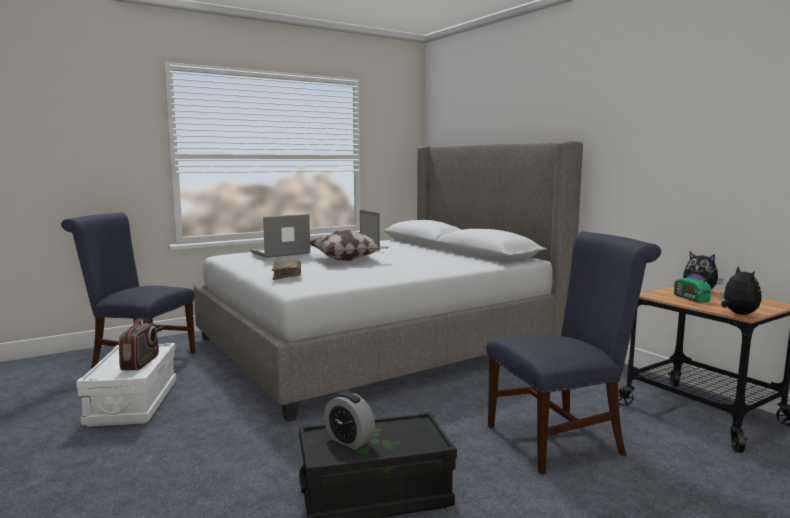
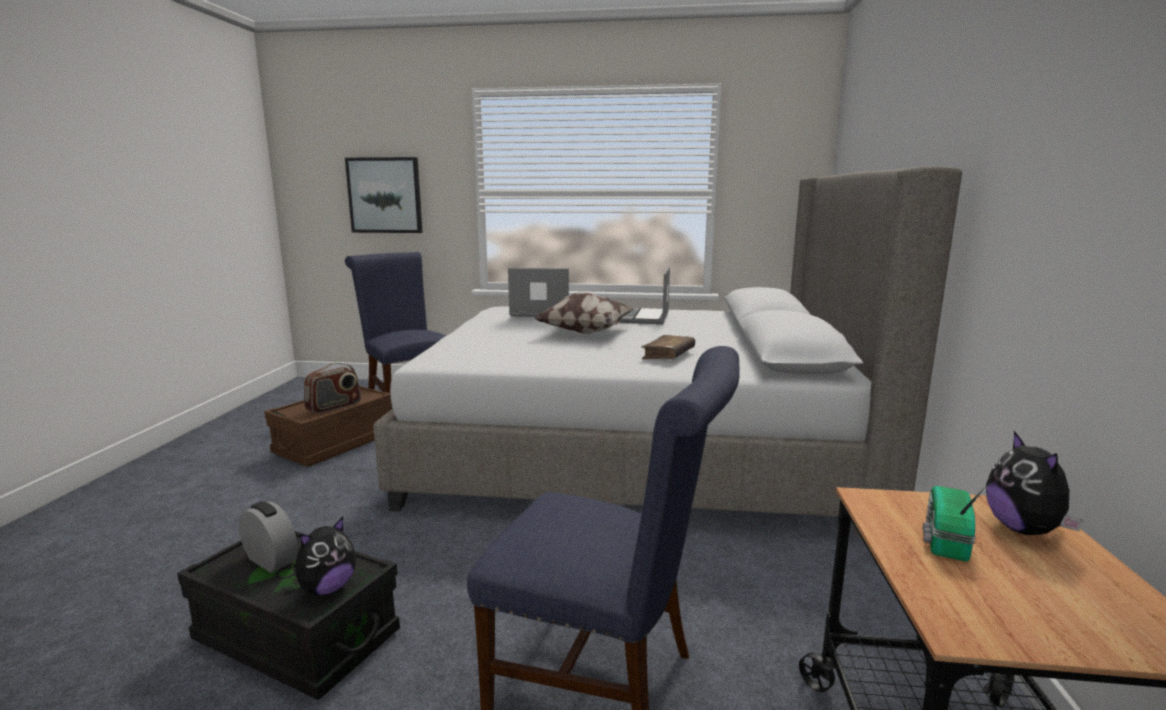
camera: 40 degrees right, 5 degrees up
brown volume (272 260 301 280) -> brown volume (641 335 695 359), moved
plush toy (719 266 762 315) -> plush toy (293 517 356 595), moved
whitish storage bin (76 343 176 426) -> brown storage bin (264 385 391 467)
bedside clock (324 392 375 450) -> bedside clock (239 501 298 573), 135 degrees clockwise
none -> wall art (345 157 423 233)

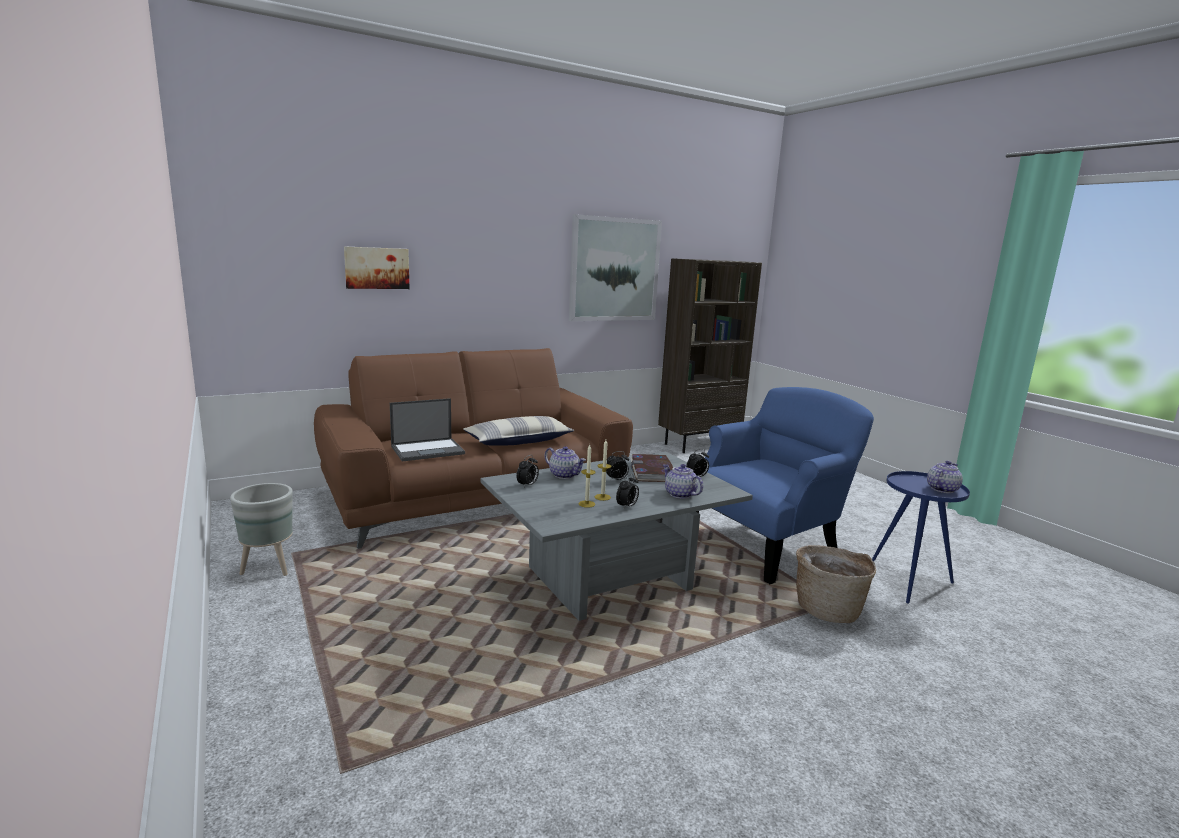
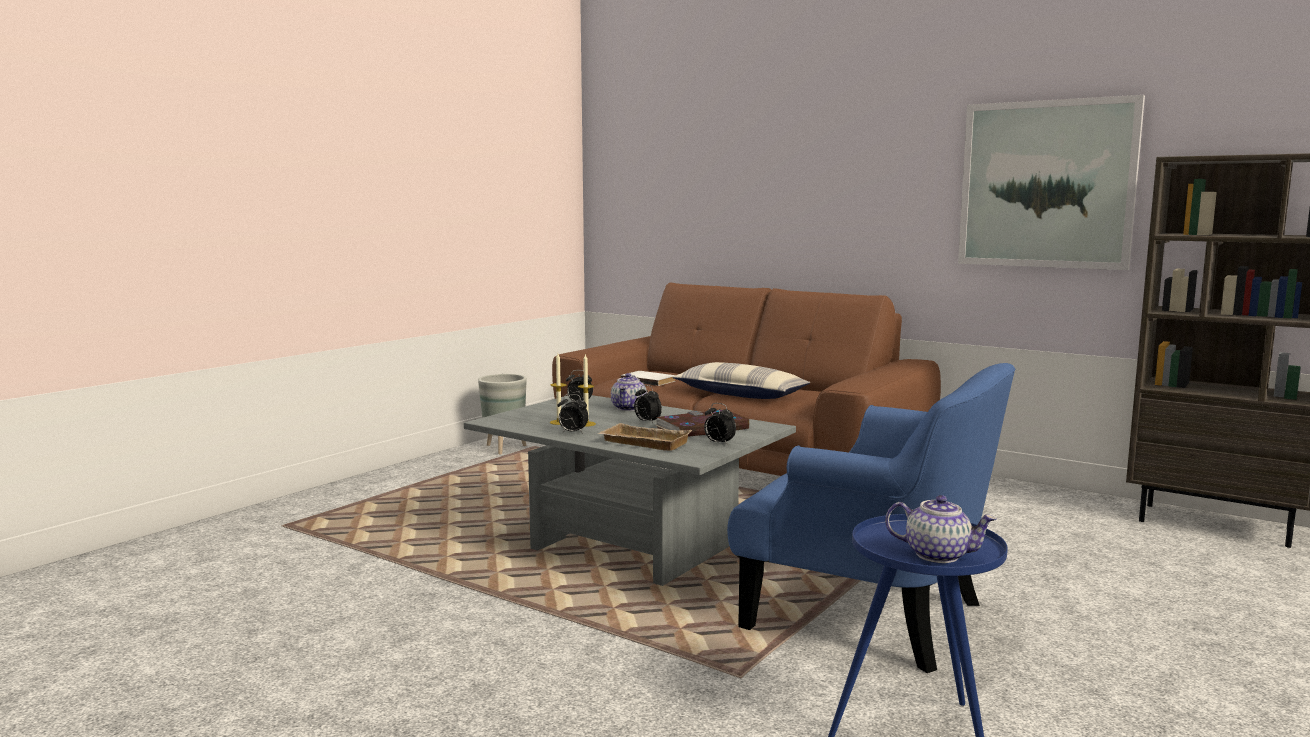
camera: 65 degrees right, 5 degrees down
wall art (344 246 410 289) -> none
notebook computer (390 398 465 462) -> whitish volume (620 371 675 386)
tea pot (663 464 703 499) -> beige tray (597 423 692 451)
basket (796 545 876 623) -> none

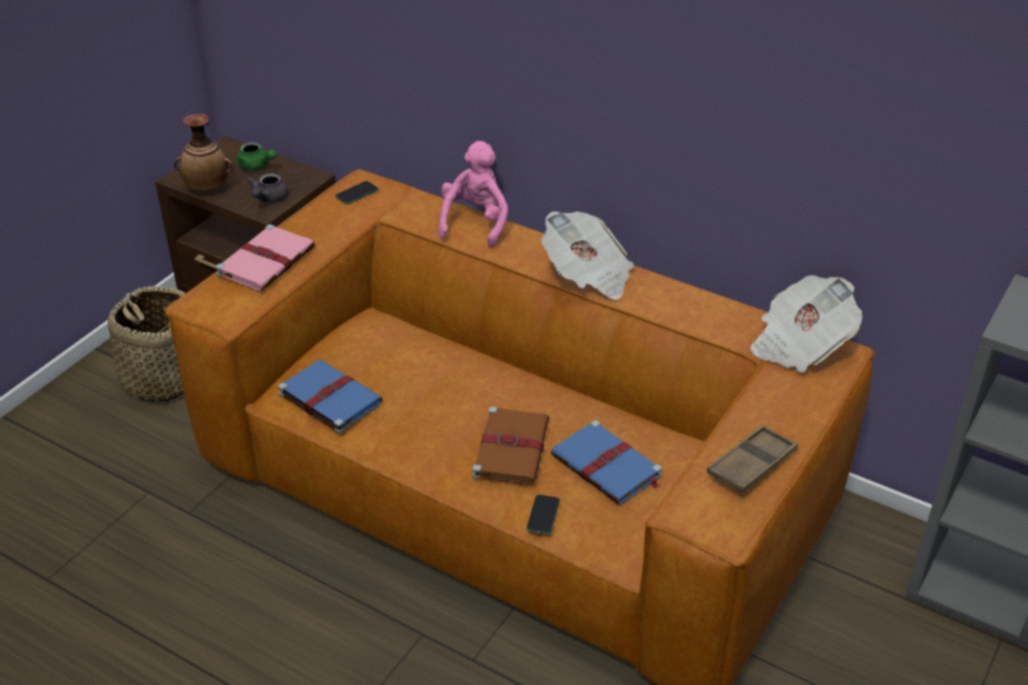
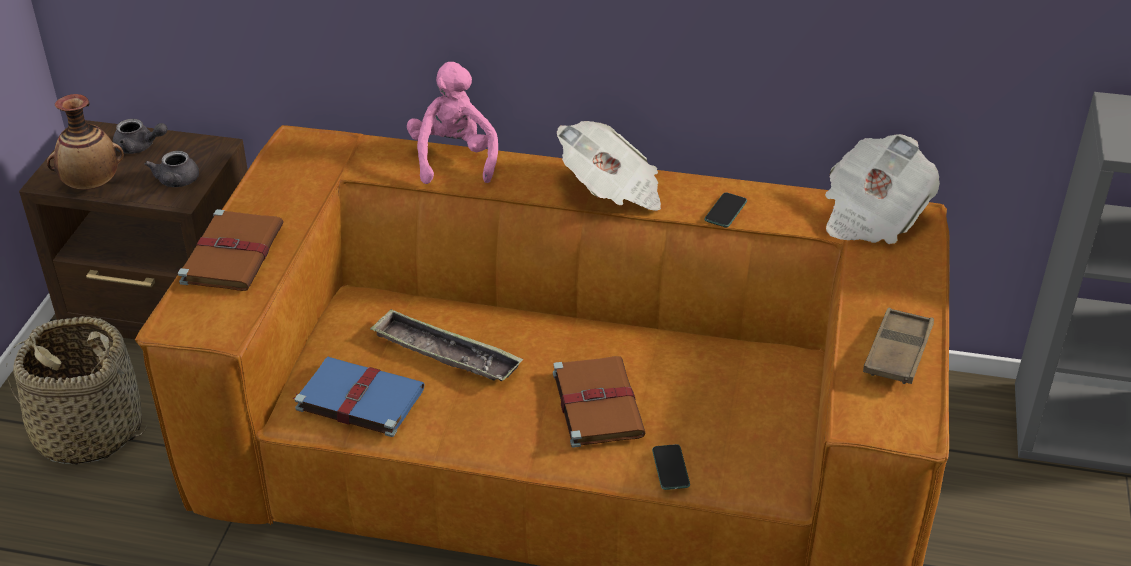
camera: 20 degrees left, 0 degrees up
green-coloured tea pot (236 142 276 170) -> greyish tea pot (113 119 168 154)
phone (335 181 378 204) -> phone (704 192 747 228), moved
pink volume (215 224 315 291) -> brown volume (178 209 284 291)
bluish volume (551 420 662 505) -> none
none -> tray (370 309 523 381)

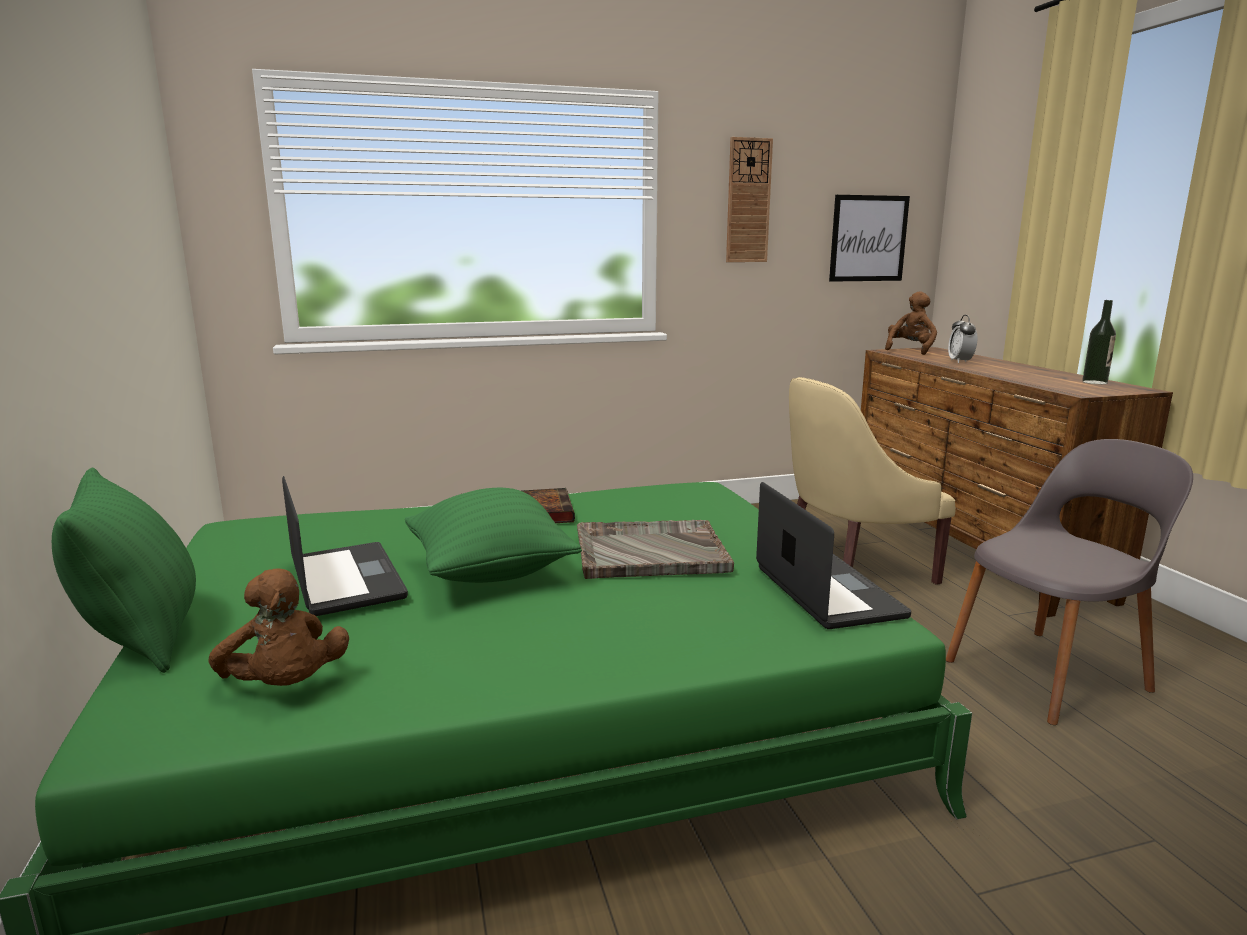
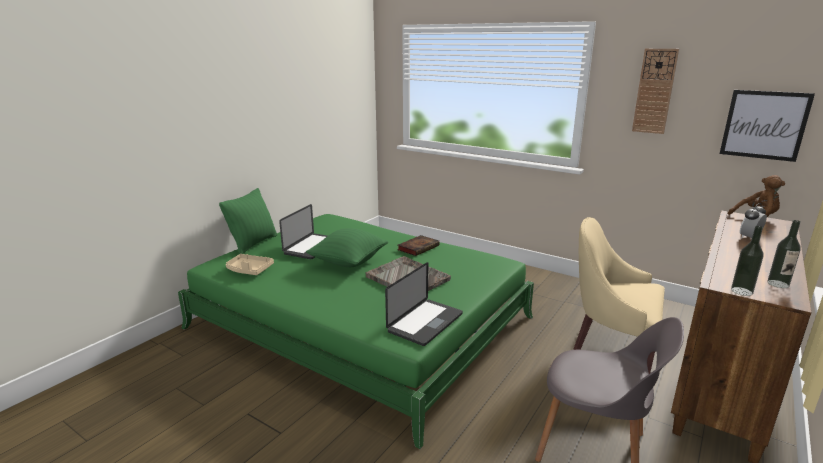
camera: 50 degrees right, 5 degrees up
brown plush toy (209 568 349 686) -> beige tray (226 254 274 275)
none -> drink bottle (731 226 763 296)

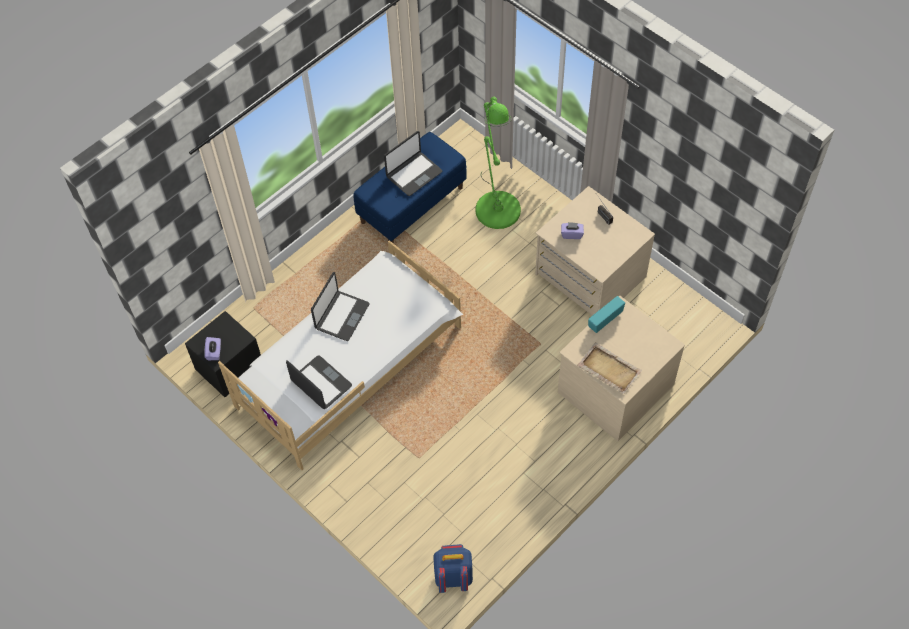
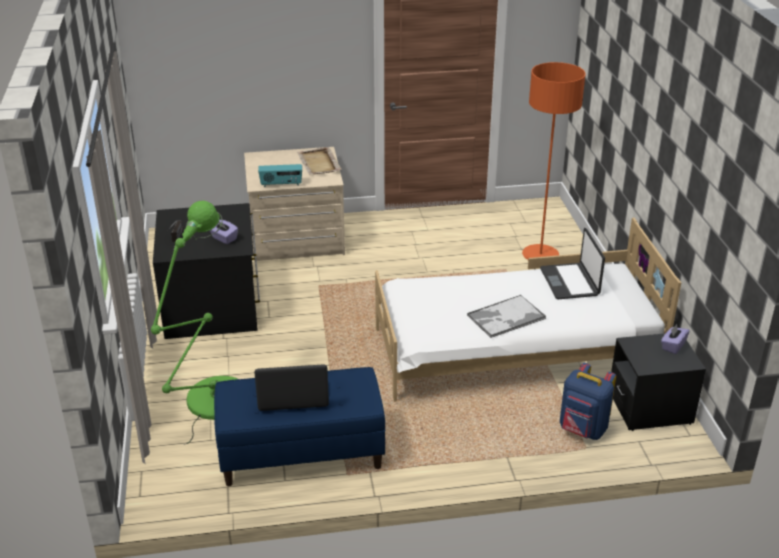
camera: 145 degrees left, 25 degrees down
beige dresser (535 186 655 315) -> black dresser (153 203 260 339)
notebook computer (311 272 369 341) -> tray (467 295 546 338)
bluish rucksack (433 544 473 593) -> bluish rucksack (560 363 616 440), moved
none -> orangey standard lamp (522 62 586 260)

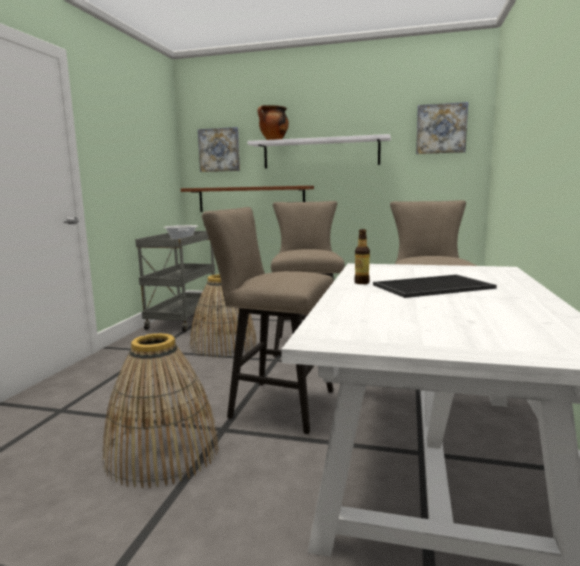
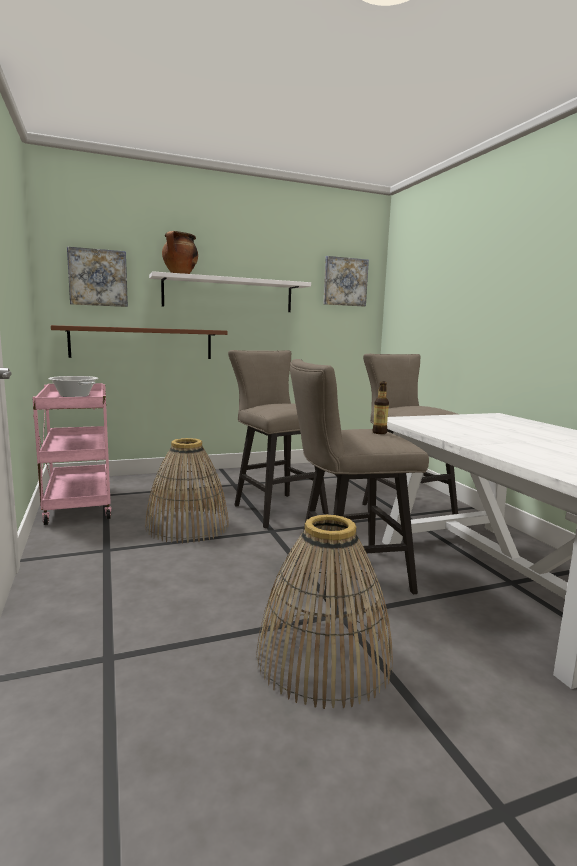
camera: 35 degrees left, 0 degrees up
drink bottle (354 229 370 284) -> drink bottle (372 382 389 434), moved
greyish cart (135 231 215 332) -> pink cart (32 383 112 525)
tray (373 274 497 298) -> none

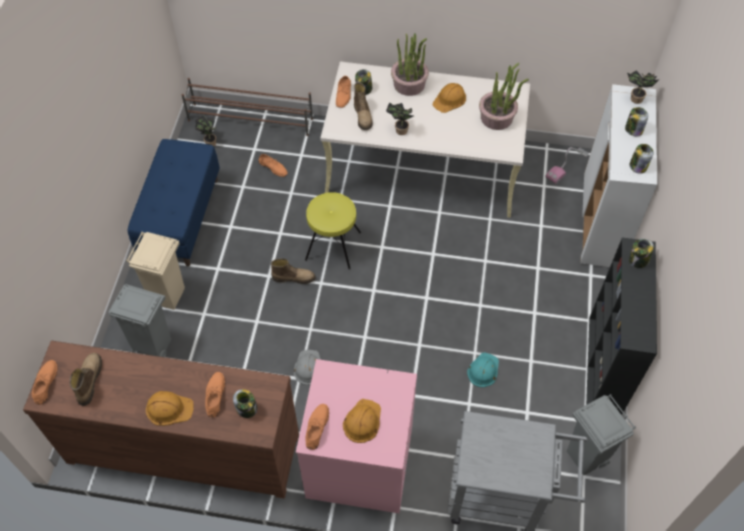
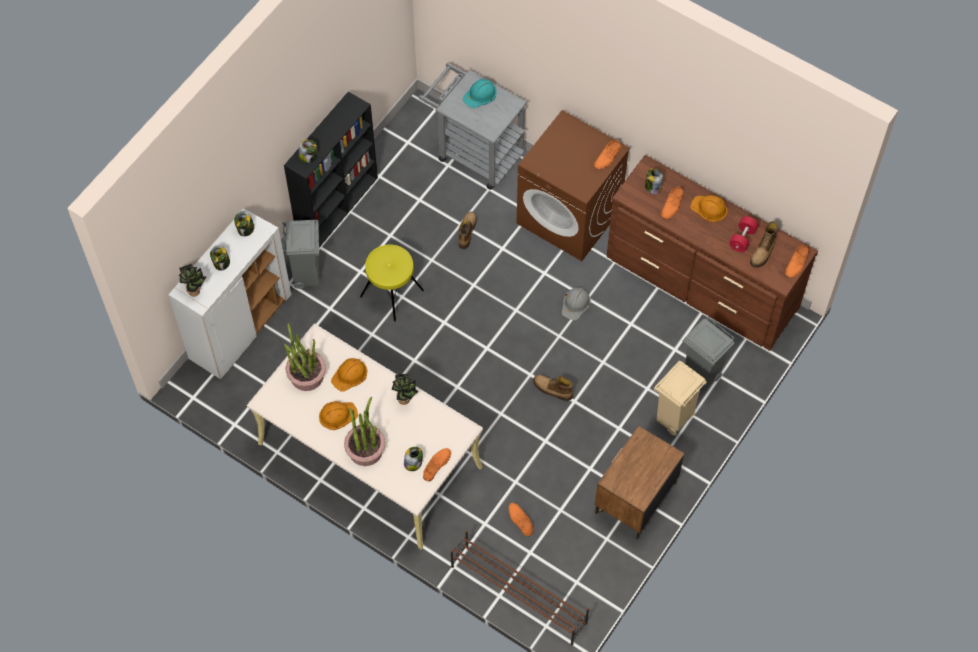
camera: 155 degrees left, 5 degrees up
high-top boot (354 82 373 130) -> high-top boot (458 212 477 249), moved
plant in a pot (195 115 217 146) -> none
bluish long seat (128 139 220 266) -> brown night table (595 426 685 540)
vacuum (545 147 589 184) -> none
yellowish stool seat (305 192 361 270) -> yellowish stool seat (360 245 424 322), moved
blue-green work helmet (467 352 499 387) -> blue-green work helmet (463 79 497 108), moved
pink laundry appliance (296 359 417 513) -> brown laundry appliance (517 110 630 261)
greyish rubbish bin (567 394 636 475) -> greyish rubbish bin (283 220 319 289), moved
orangey work helmet (343 399 381 443) -> orangey work helmet (331 358 367 392), moved
none -> red-coloured hand weight (729 216 759 252)

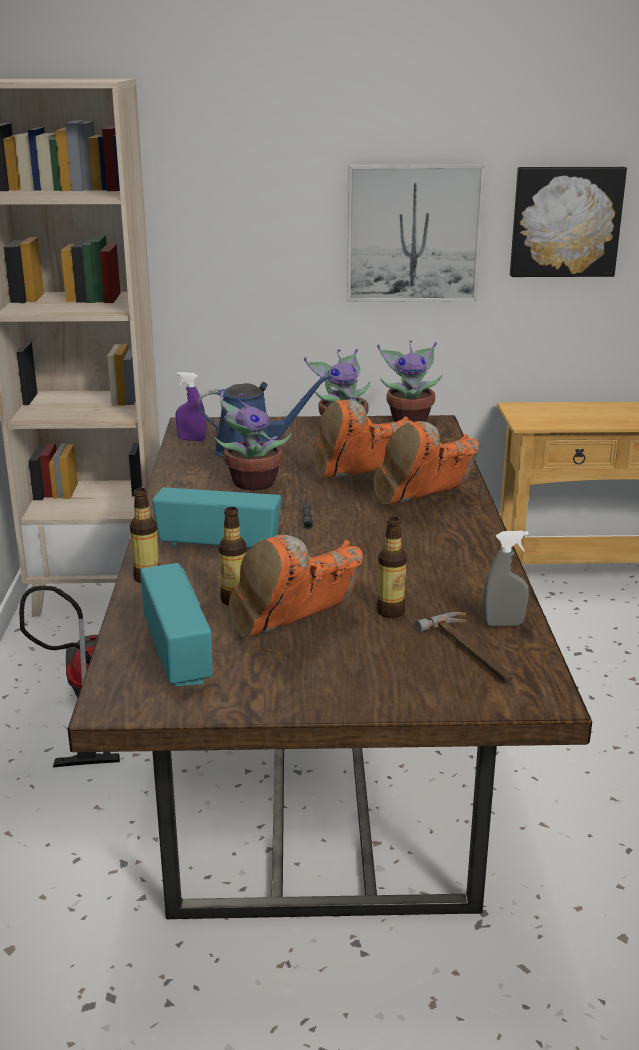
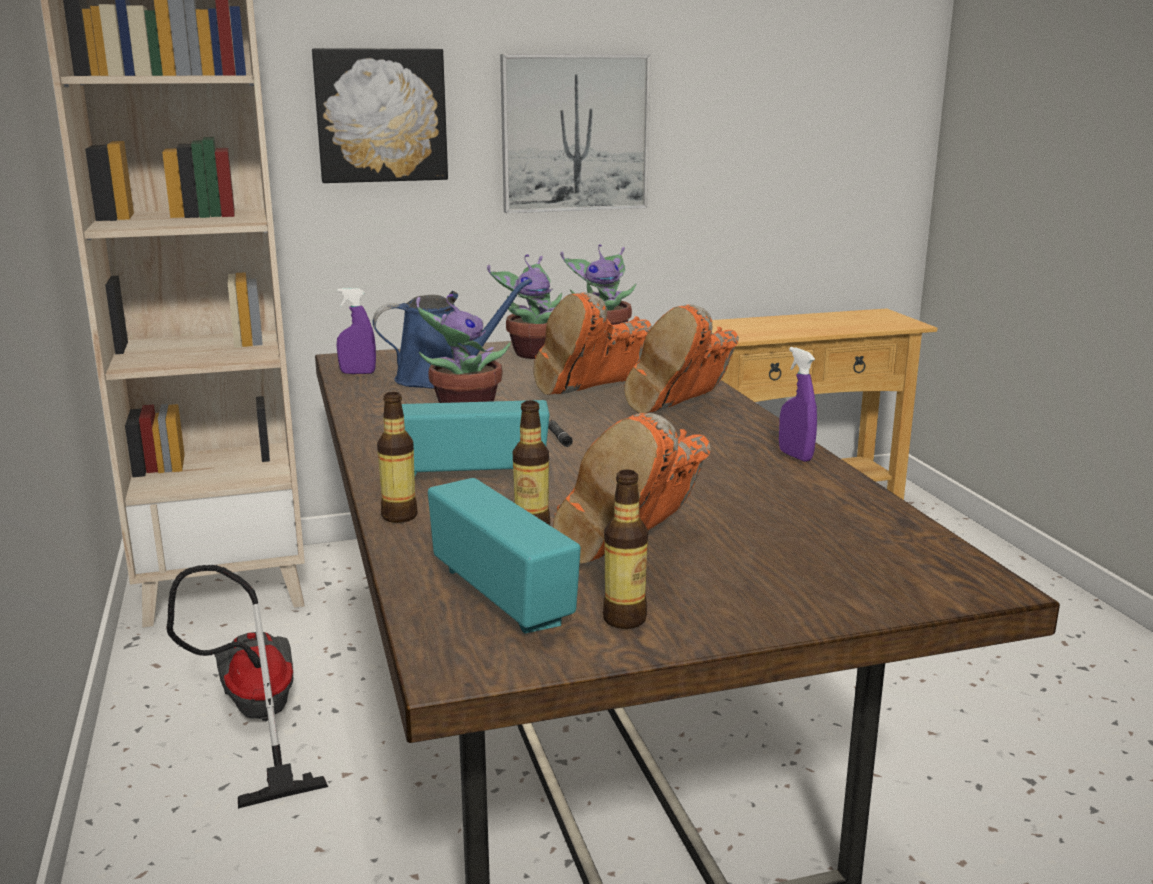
camera: 15 degrees left, 5 degrees down
wall art (510 167 627 277) -> wall art (312 48 448 183), moved
drink bottle (376 517 407 618) -> drink bottle (603 470 648 629), moved
greyish hand sprayer (482 531 529 626) -> none
hammer (415 612 513 682) -> none
none -> purple hand sprayer (779 347 817 462)

